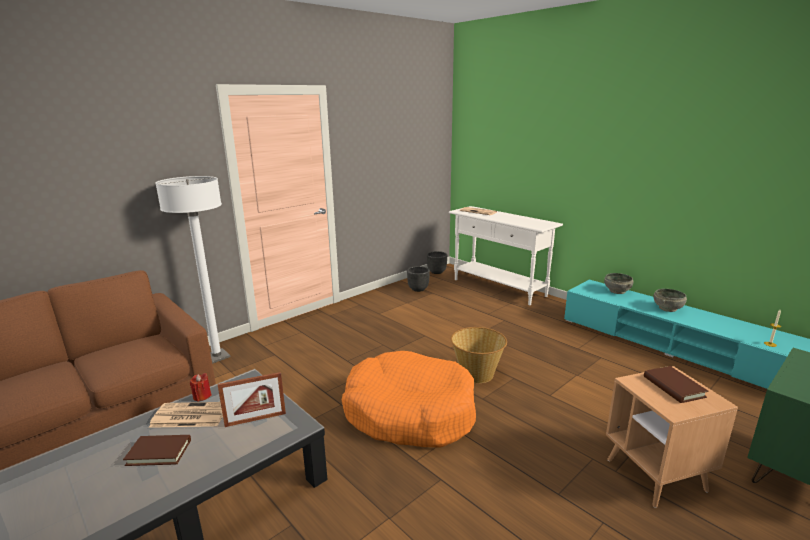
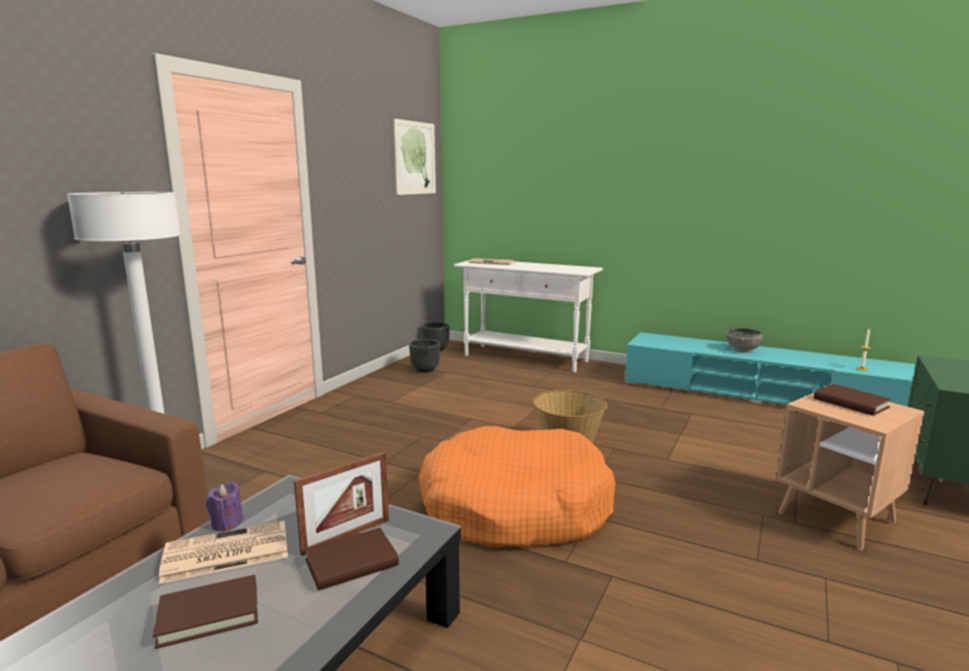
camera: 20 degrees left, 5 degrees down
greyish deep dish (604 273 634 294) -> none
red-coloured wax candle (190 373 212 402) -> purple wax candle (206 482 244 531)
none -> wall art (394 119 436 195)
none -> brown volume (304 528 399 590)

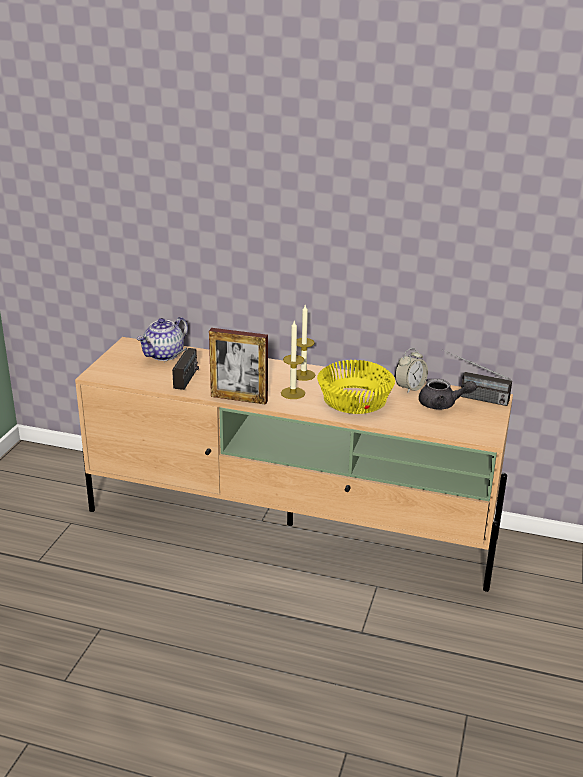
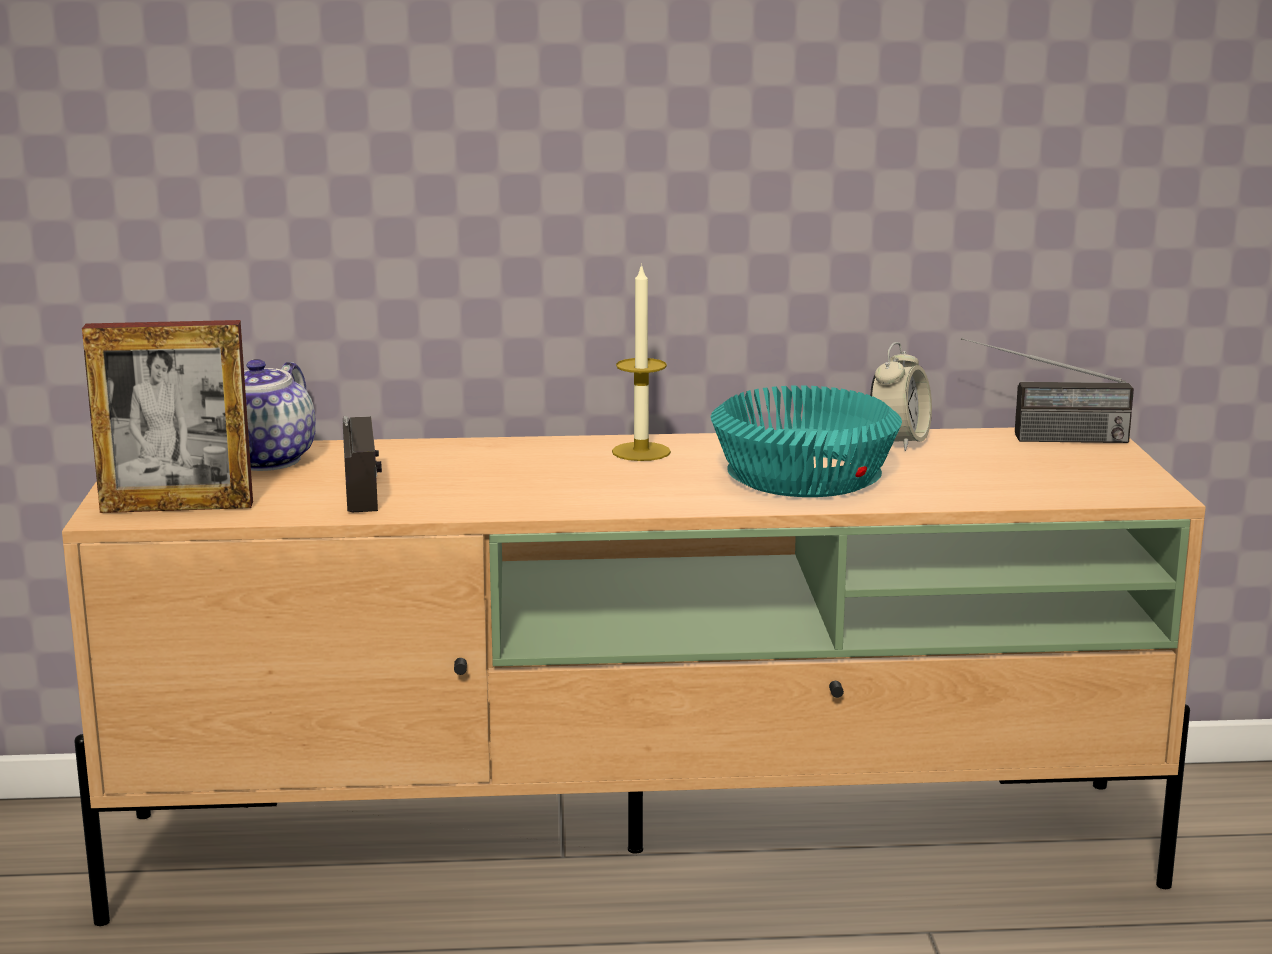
camera: 20 degrees left, 10 degrees down
wax candle (281 320 305 399) -> none
photo frame (209 328 268 405) -> photo frame (82 320 253 513), moved
yellowish deep dish (317 360 395 414) -> blue-green deep dish (711 386 902 497)
greyish tea pot (419 379 477 410) -> none

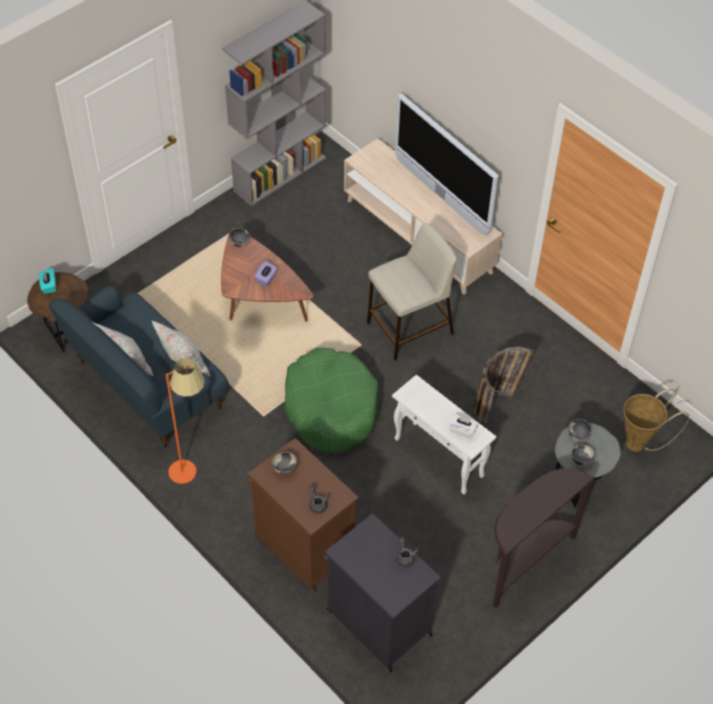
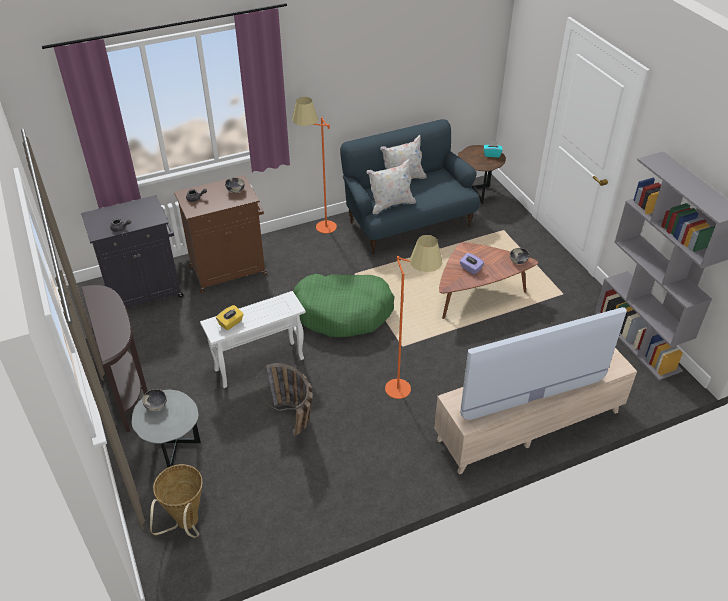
camera: 110 degrees right, 10 degrees down
beige stool seat (367 223 457 361) -> orangey standard lamp (385 235 442 399)
whitish tissue holder (449 414 478 438) -> yellowish tissue holder (216 305 244 330)
deep dish (568 419 592 441) -> none

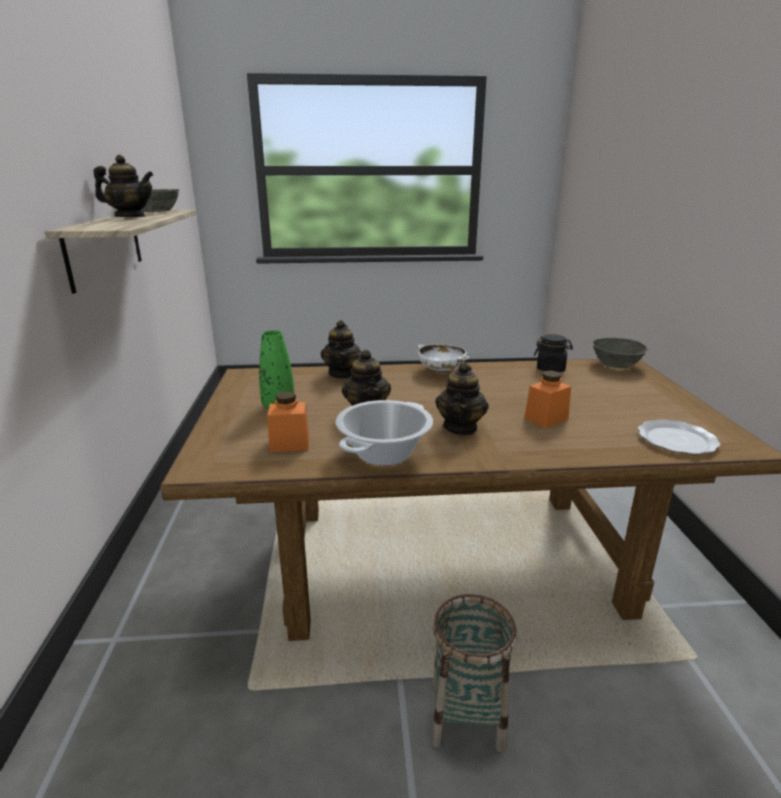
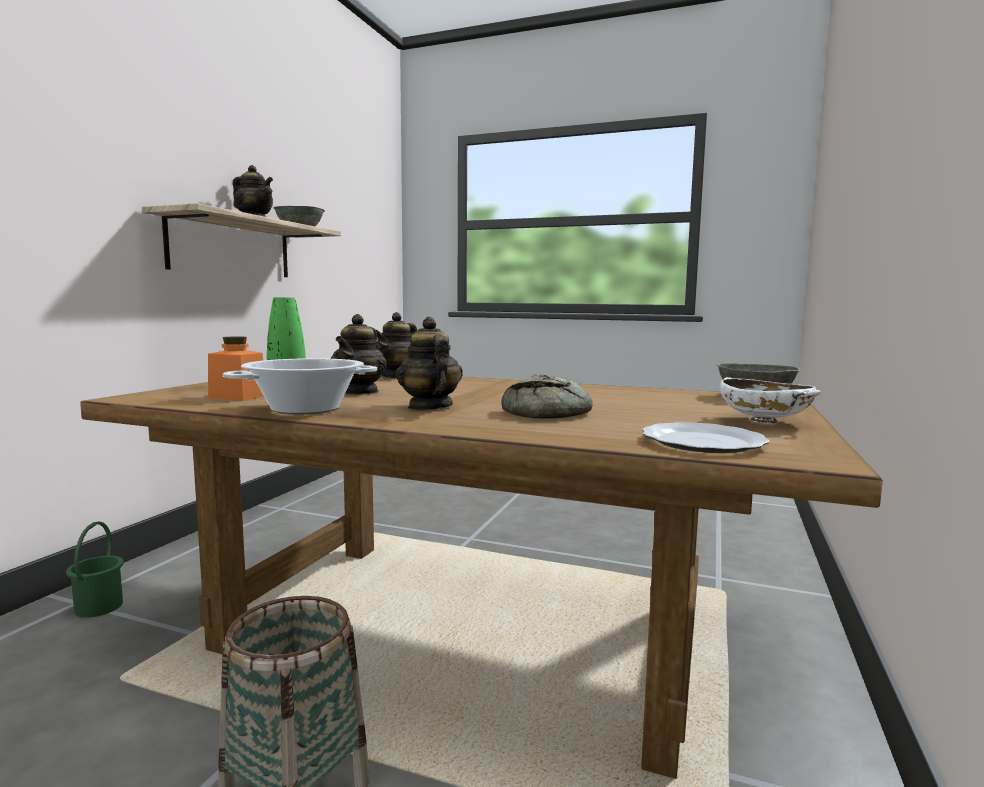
camera: 25 degrees right, 15 degrees down
black preserve jar (534 334 573 372) -> none
whitish deep dish (418 345 470 373) -> whitish deep dish (719 377 820 424), moved
tea pot (435 362 489 435) -> tea pot (396 317 463 410), 120 degrees clockwise
orangey preserve jar (524 371 571 428) -> baked bread (501 374 593 419)
none -> green-coloured pail (66 522 124 618)

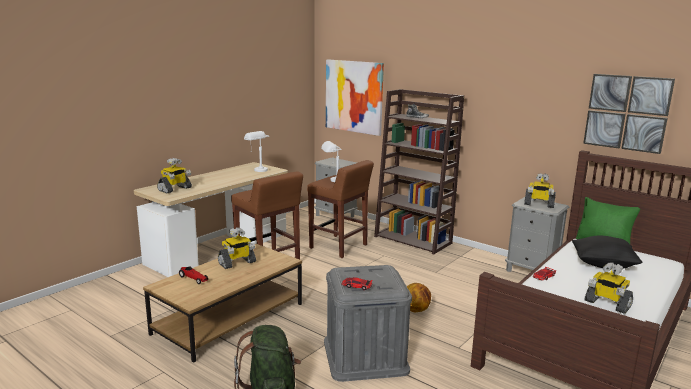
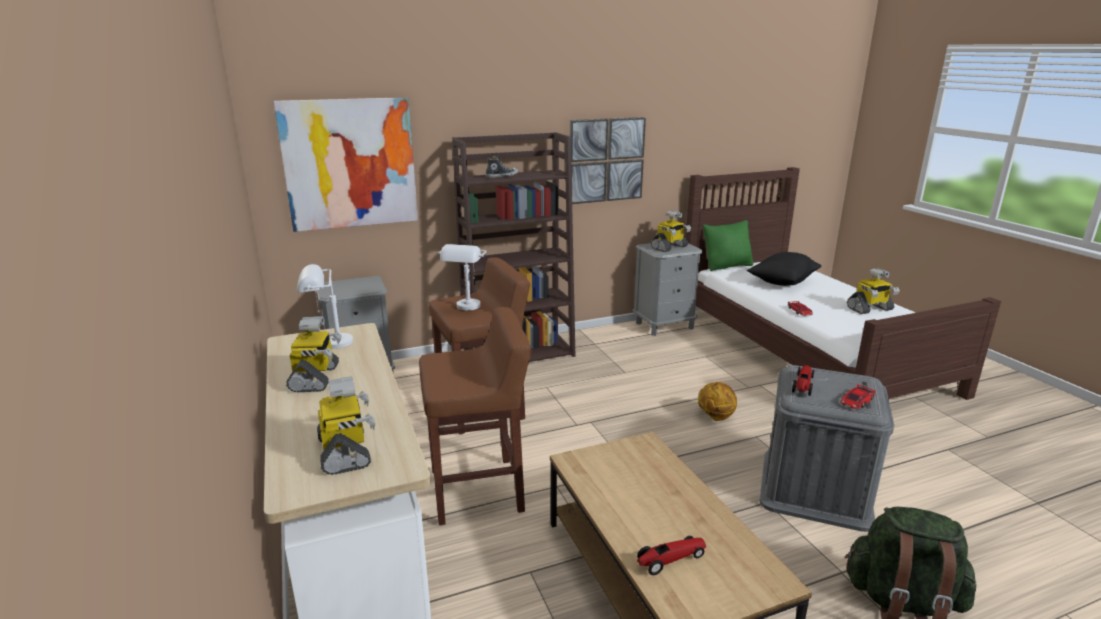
camera: 60 degrees left, 5 degrees up
wall art (583 74 675 154) -> wall art (570 117 646 204), moved
robot figure (218 227 256 269) -> robot figure (286 316 342 392), moved
none -> model car (792 365 814 396)

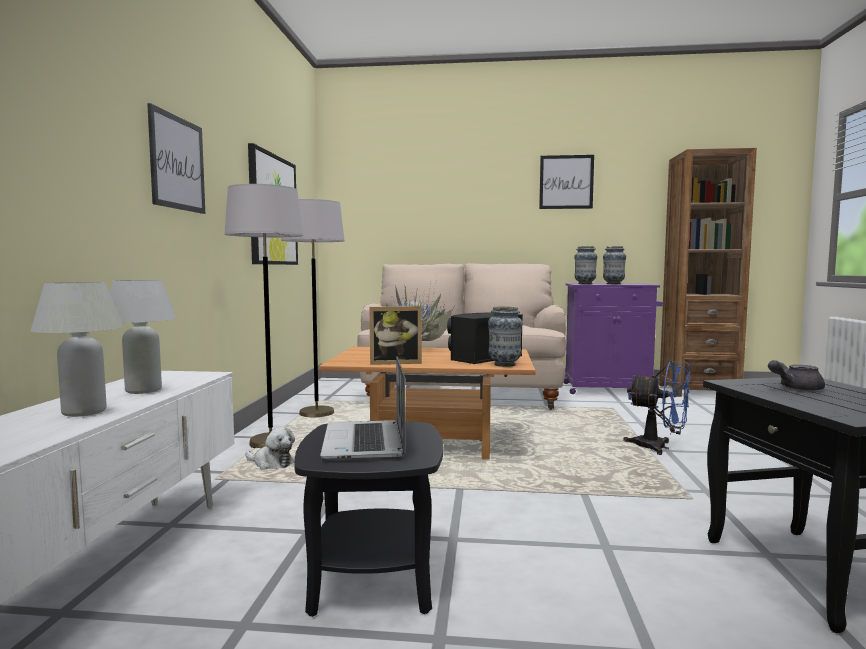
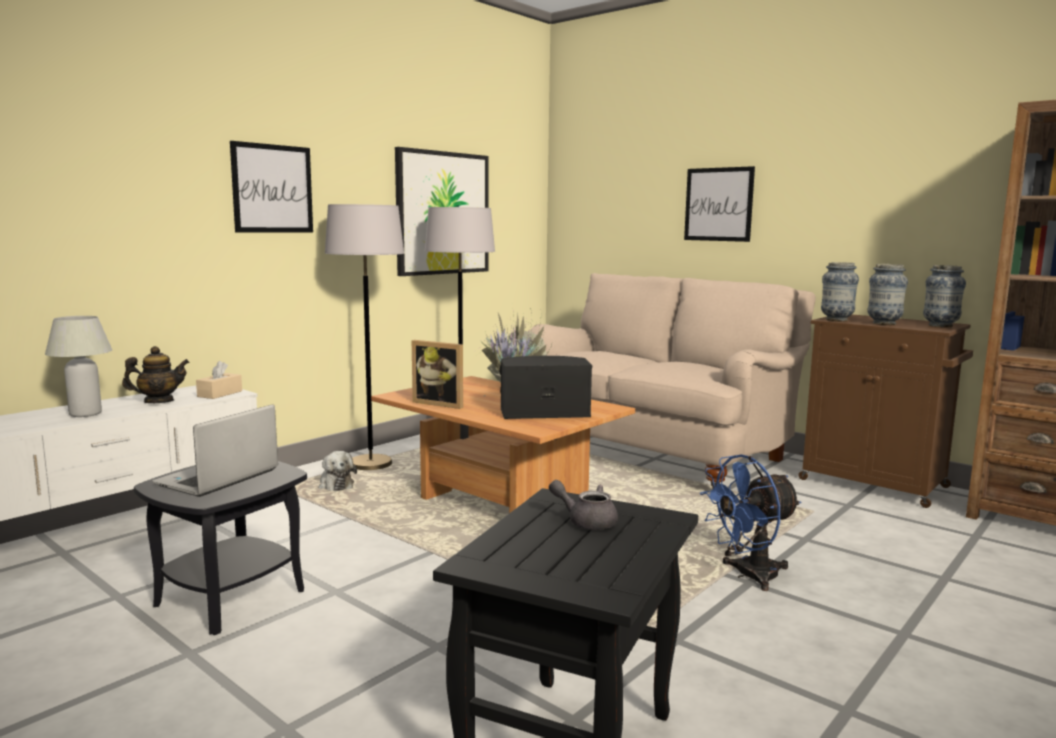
camera: 35 degrees right, 5 degrees up
wall art (539 155 594 209) -> wall art (684 166 755 242), moved
whitish table lamp (110 280 176 394) -> tea pot (122 346 189 403)
purple cabinet (564 283 663 394) -> brown cabinet (798 315 973 508)
vase (488 306 523 367) -> vase (923 265 966 327), moved
bluish fan (623 361 690 455) -> bluish fan (700 454 801 591), 90 degrees clockwise
none -> beige tissue holder (196 361 242 399)

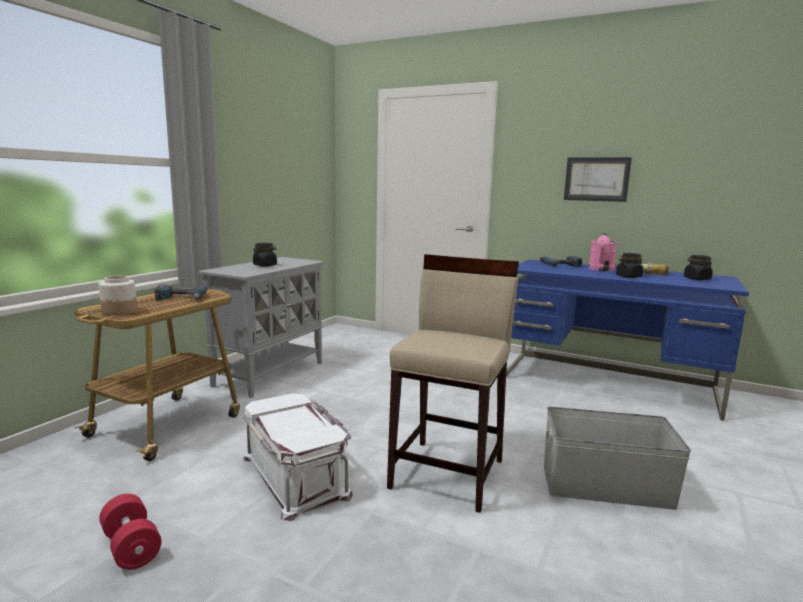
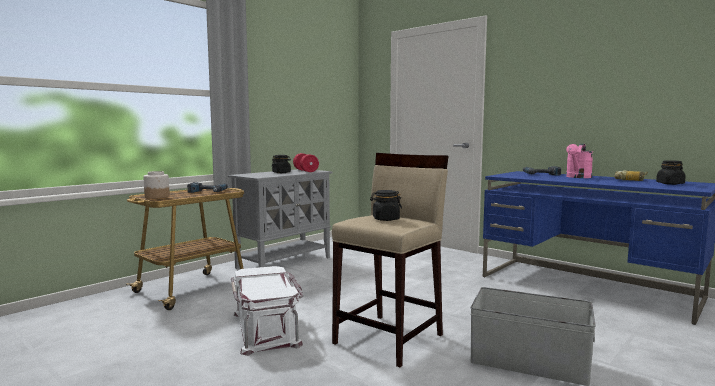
camera: 15 degrees right, 5 degrees down
wall art (564 157 632 202) -> none
black preserve jar (616 253 643 278) -> black preserve jar (370 190 402 221), moved
red-coloured hand weight (99 494 162 570) -> red-coloured hand weight (293 153 319 172), moved

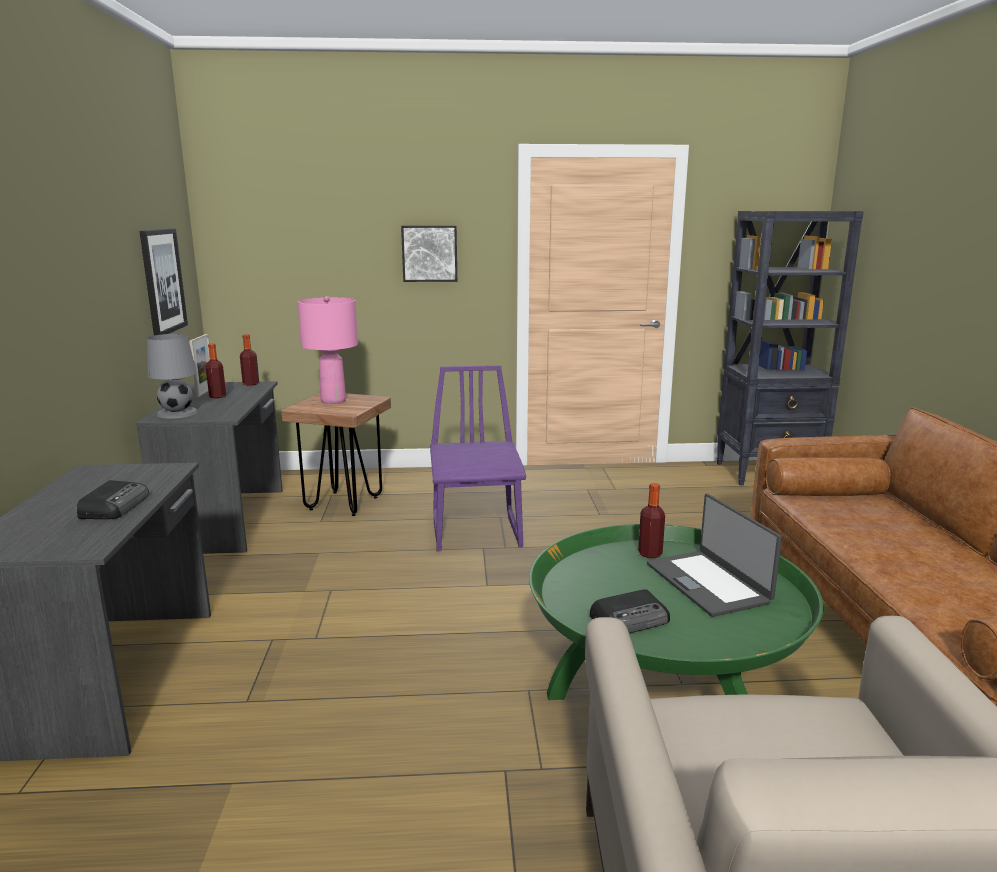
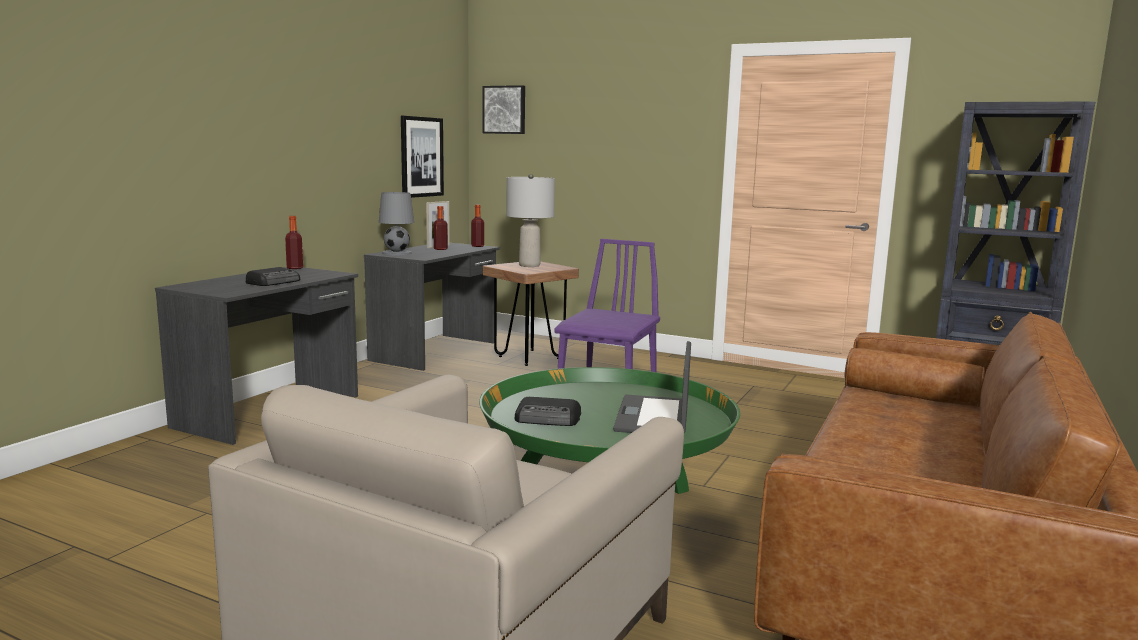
camera: 30 degrees right, 5 degrees down
wall art (401 225 457 282) -> wall art (482 85 525 134), moved
pink table lamp (297 296 358 404) -> greyish table lamp (506 174 555 267)
drink bottle (638 483 665 558) -> drink bottle (285 216 303 269), moved

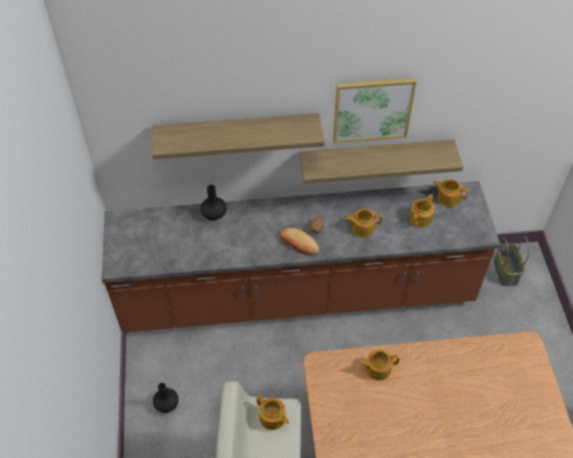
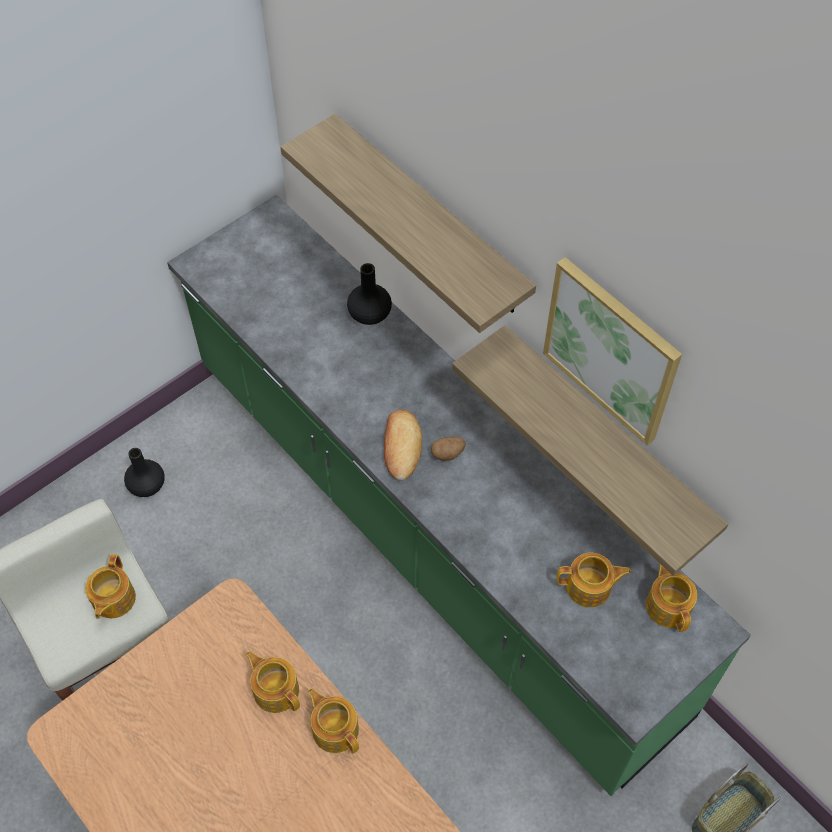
camera: 55 degrees right, 5 degrees up
brown counter (102 181 501 333) -> green-coloured counter (167 195 751 796)
tea pot (345 209 382 237) -> tea pot (308 689 359 754), moved

